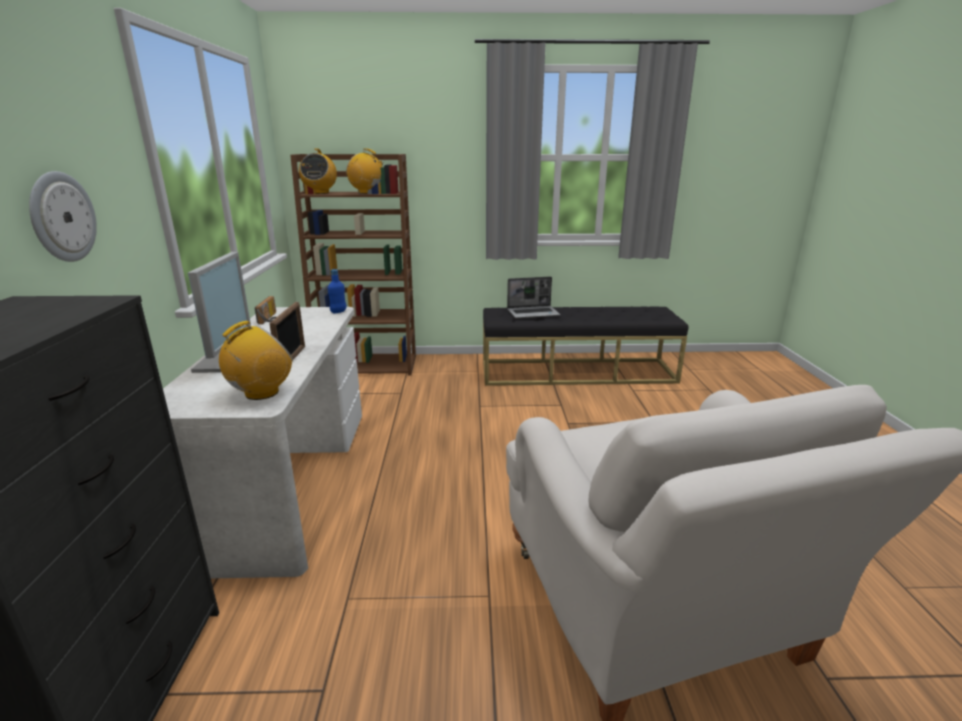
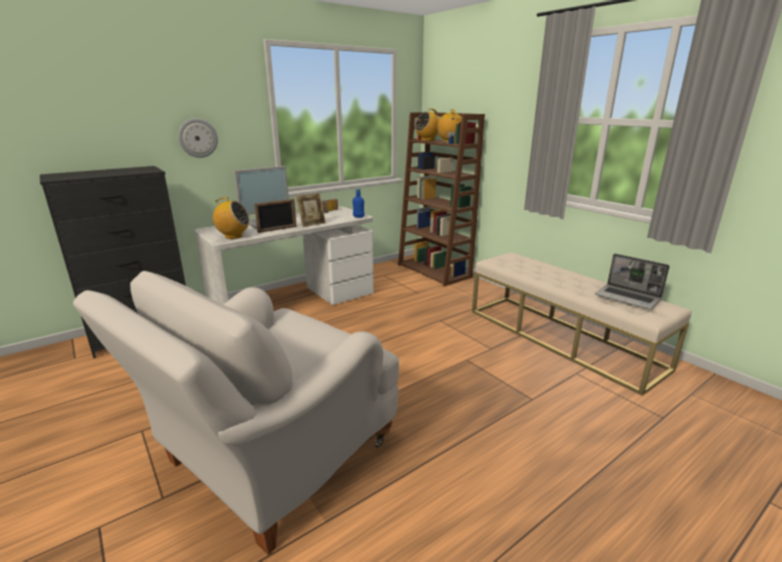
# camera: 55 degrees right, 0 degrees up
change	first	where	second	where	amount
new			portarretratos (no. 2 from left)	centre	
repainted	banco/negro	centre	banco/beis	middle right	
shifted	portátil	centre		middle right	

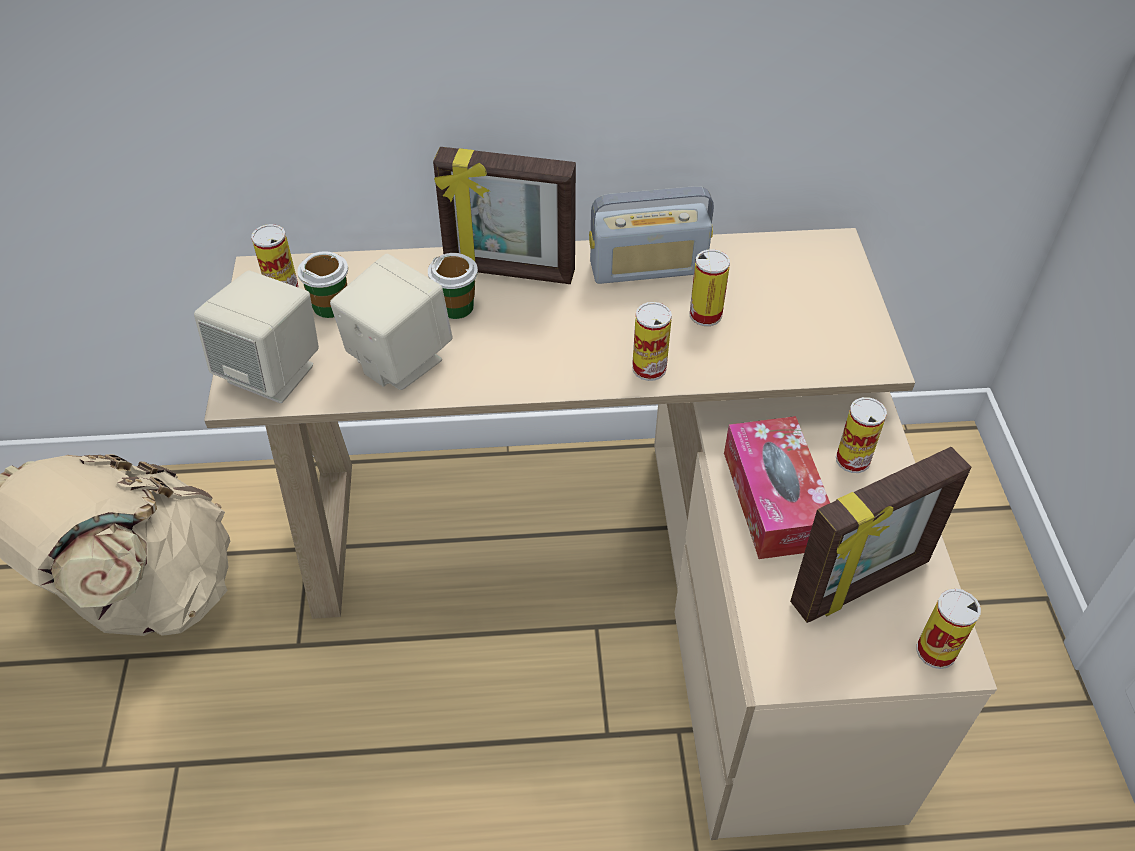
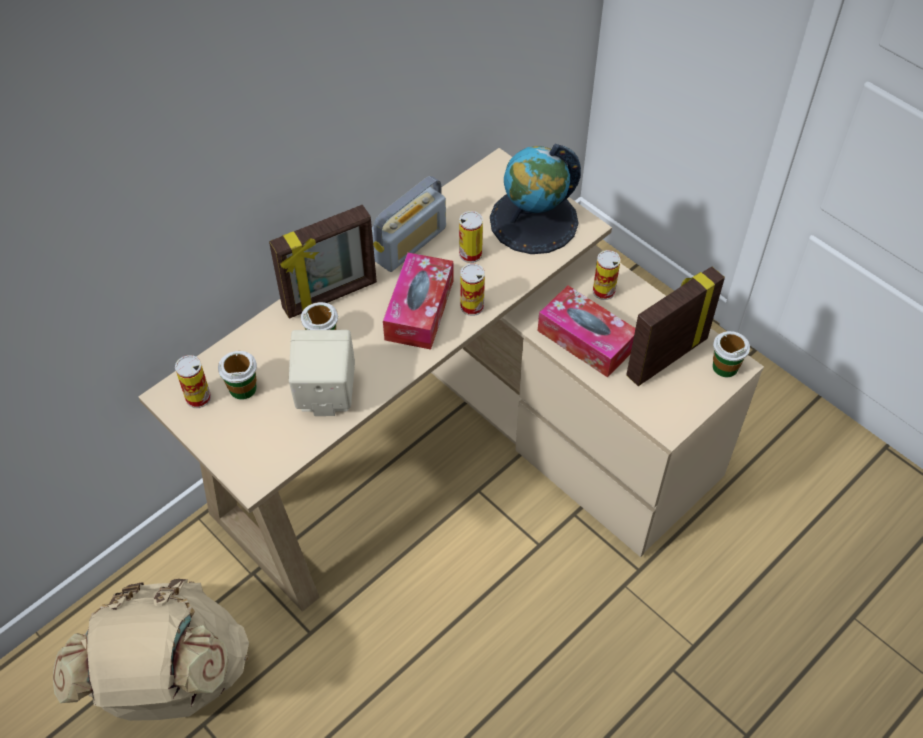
# camera: 40 degrees left, 5 degrees up
change	first	where	second	where	amount
new			caja de pañuelos (no. 1 from left)	centre	
new			globo terráqueo	top centre	
rotated	portarretratos (no. 2 from left)	middle right		middle right	150 degrees counterclockwise
swapped	lata (no. 5 from left)	bottom right	taza (no. 3 from left)	middle right	
gone	altavoz/beis (no. 1 from left)	middle left			

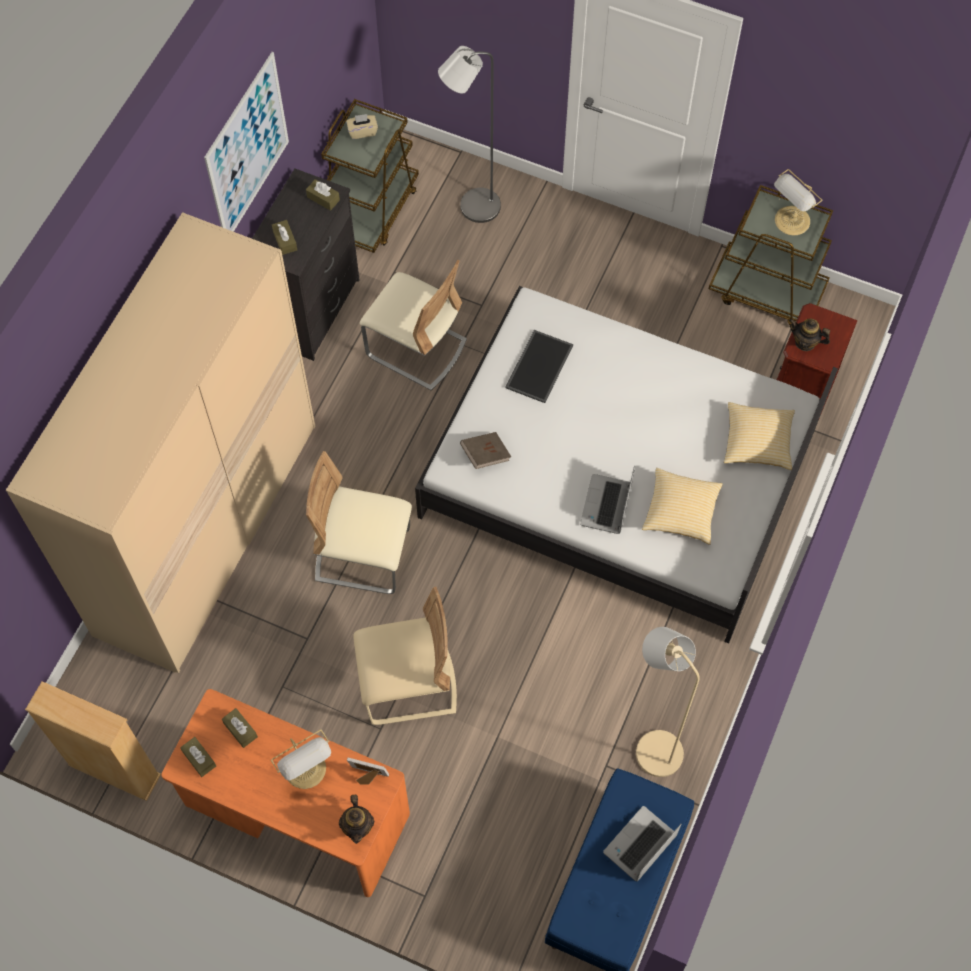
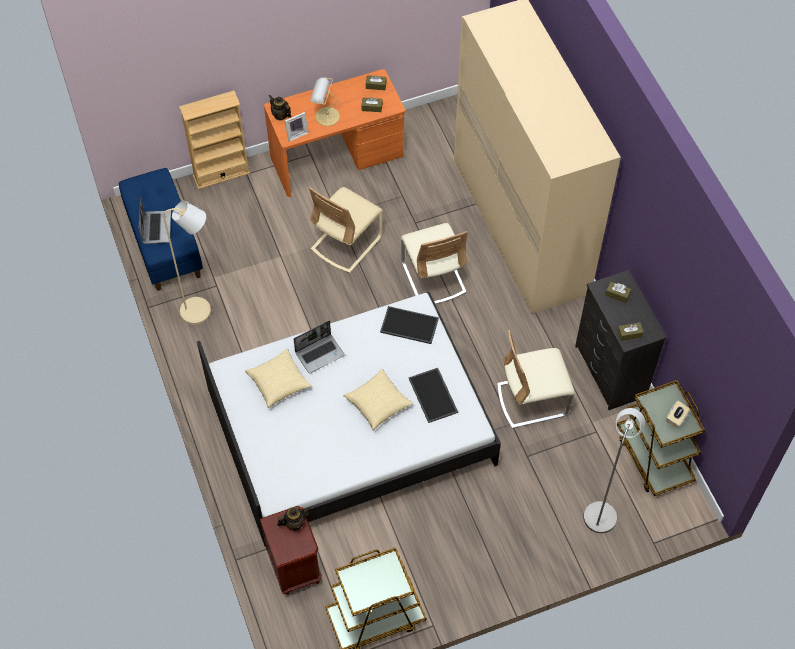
# camera: 135 degrees right, 5 degrees down
change	first	where	second	where	amount
shifted	estantería/beis	bottom left		top left	
rotated	portátil (no. 1 from left in the first image)	centre	portátil (no. 2 from left)	centre	90 degrees clockwise
shifted	cojín (no. 2 from left)	middle right		centre	
swapped	libro/marrón	centre	bandeja (no. 1 from left)	centre	
rotated	silla/beis (no. 1 from left in the first image)	centre	silla/beis (no. 2 from left)	centre	105 degrees clockwise
gone	cuadro	top left			
gone	lámpara de mesa (no. 2 from left)	top right			

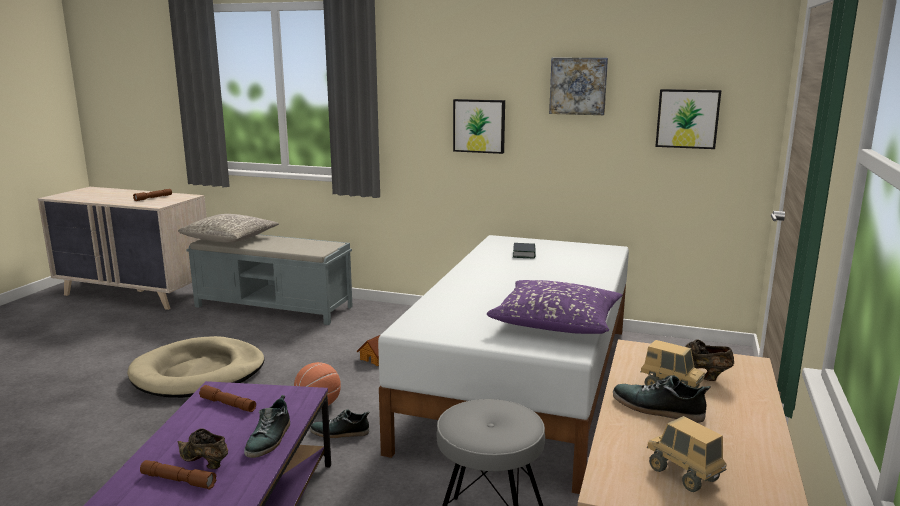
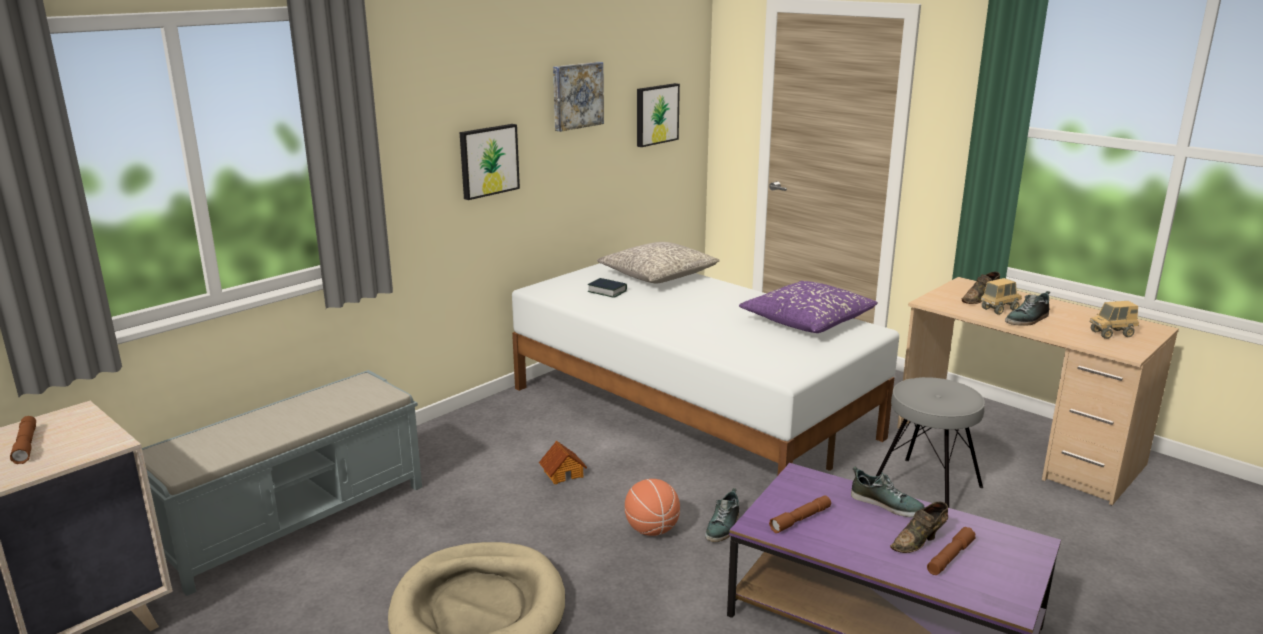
# camera: 65 degrees left, 5 degrees up
change	first	where	second	where	amount
shifted	cojín/gris	middle left		centre	

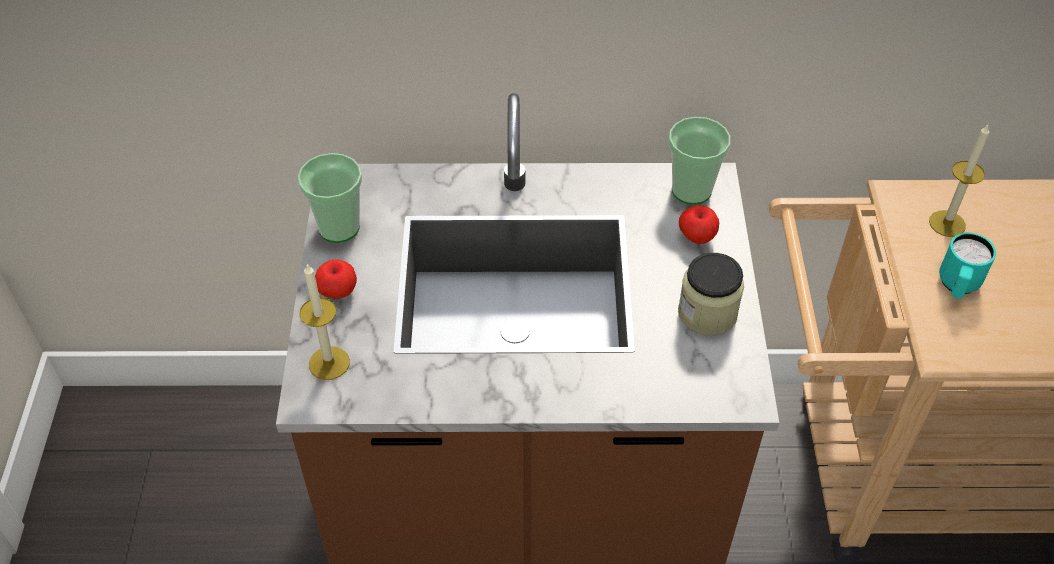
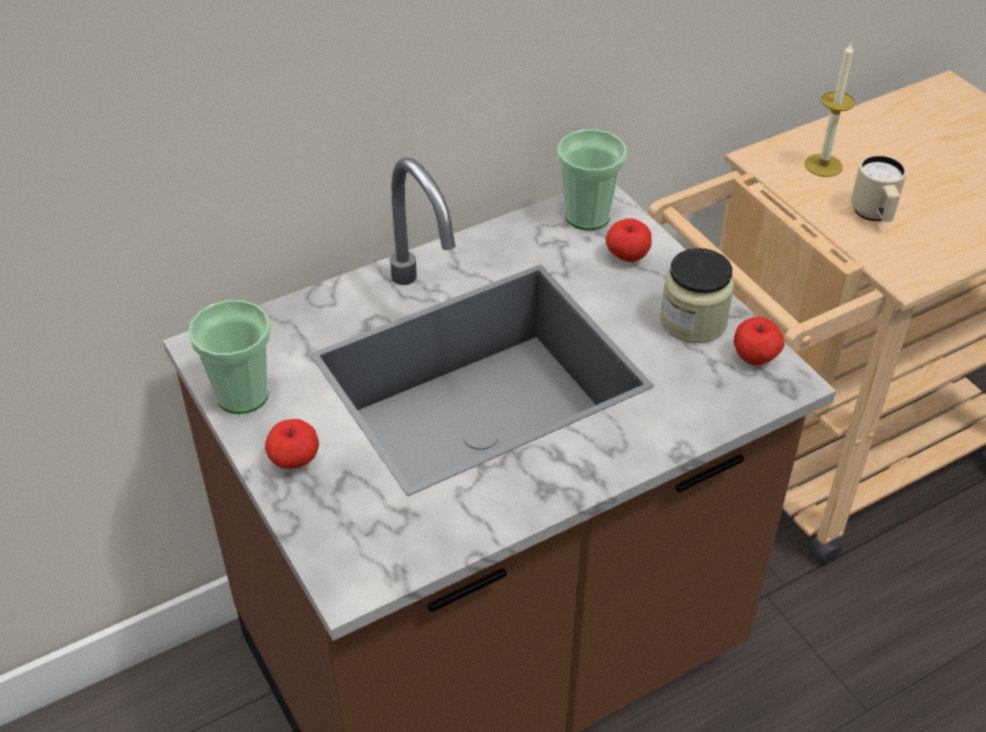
# camera: 30 degrees left, 5 degrees down
change	first	where	second	where	amount
new			manzana (no. 3 from left)	middle right	
repainted	taza grande/turquesa	middle right	taza grande/beis	top right	
gone	vela (no. 1 from left)	middle left			

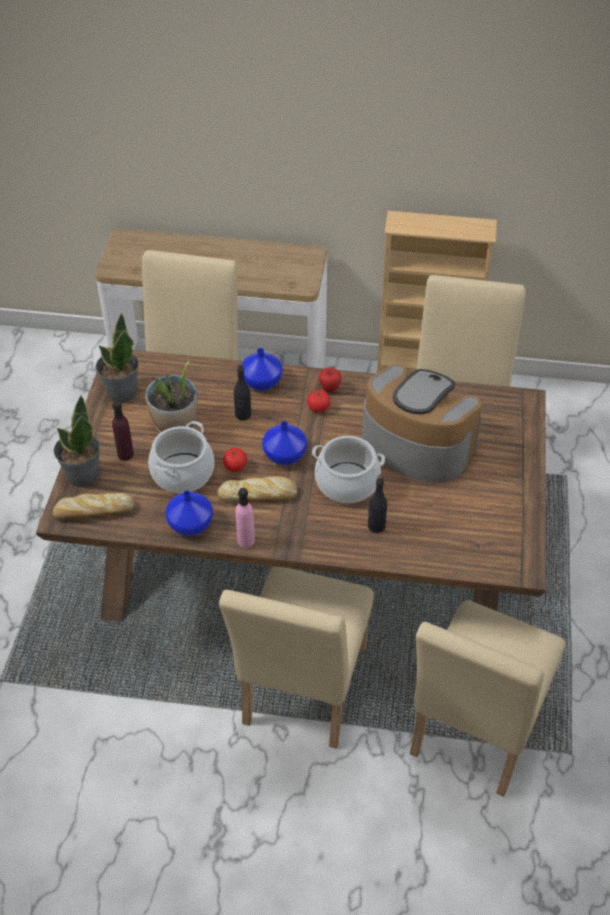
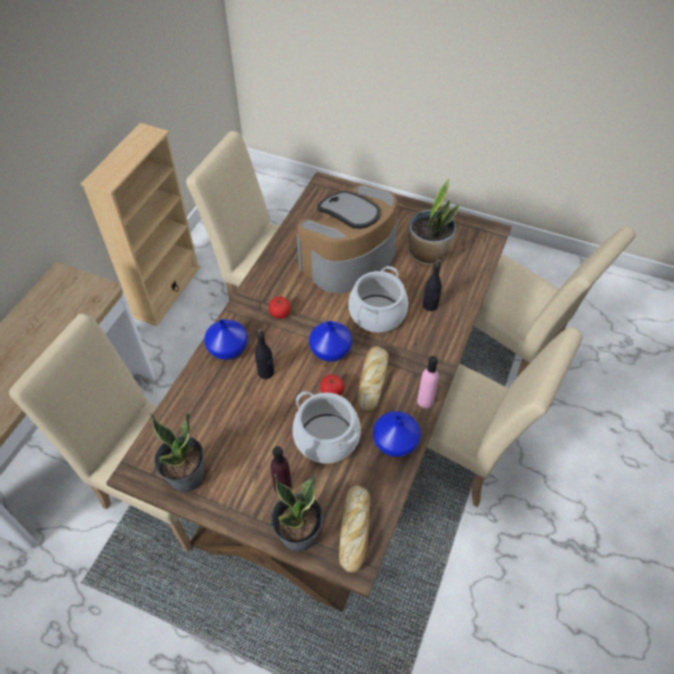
# camera: 75 degrees left, 5 degrees up
change	first	where	second	where	amount
shifted	planta en maceta (no. 3 from left)	middle left		top centre	
gone	manzana	centre			

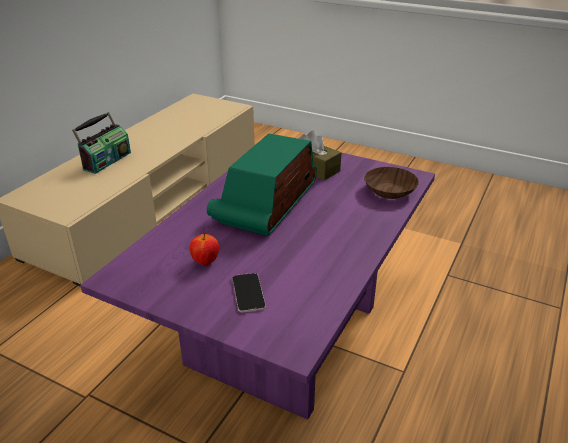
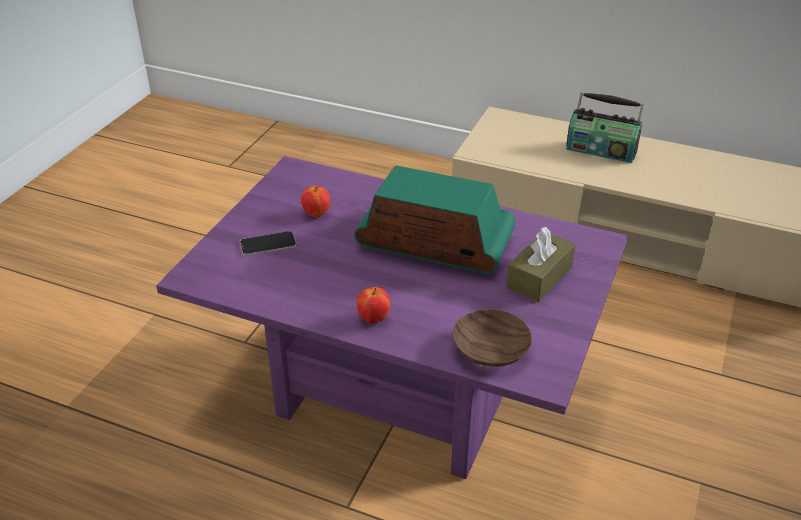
# camera: 85 degrees right, 5 degrees up
change	first	where	second	where	amount
new			manzana (no. 2 from left)	centre	

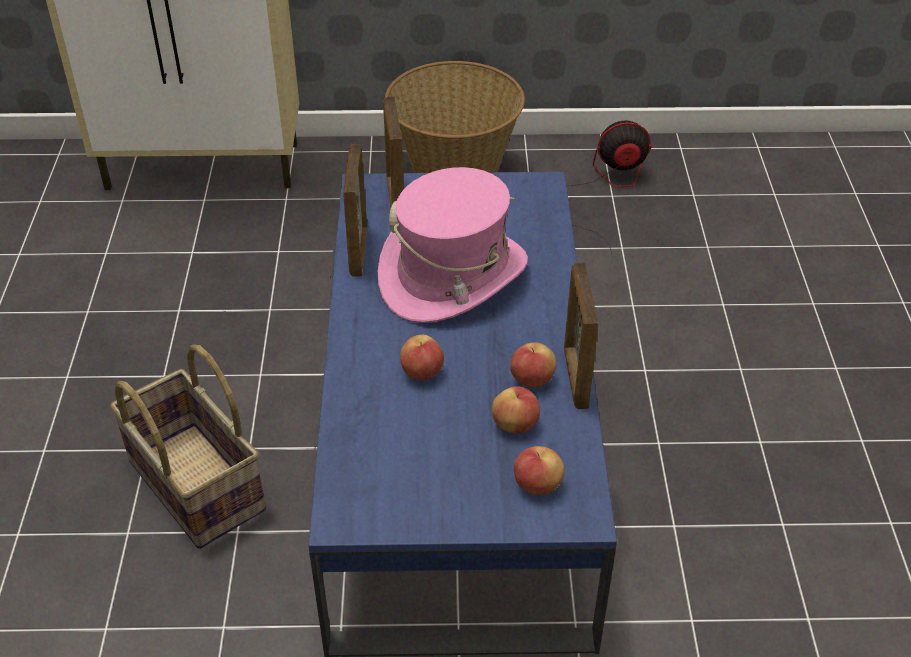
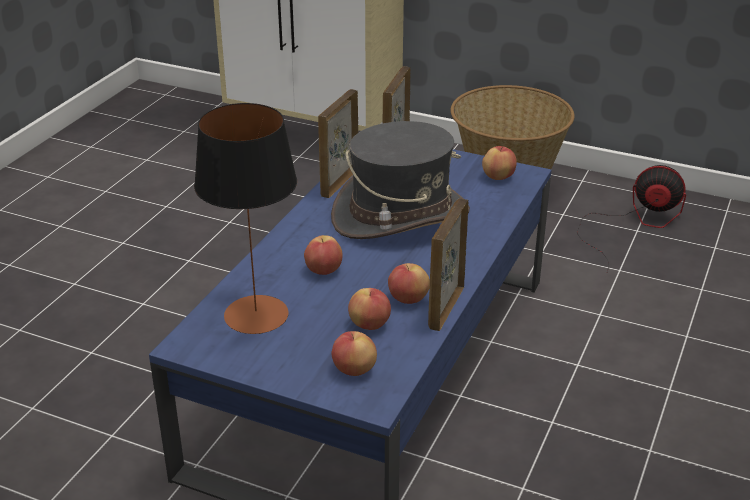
# camera: 25 degrees right, 10 degrees down
change	first	where	second	where	amount
new			lámpara de mesa	middle left	
repainted	sombrero/rosa	centre	sombrero/gris	centre	
new			manzana (no. 5 from left)	top centre	
gone	cesta (no. 1 from left)	bottom left			

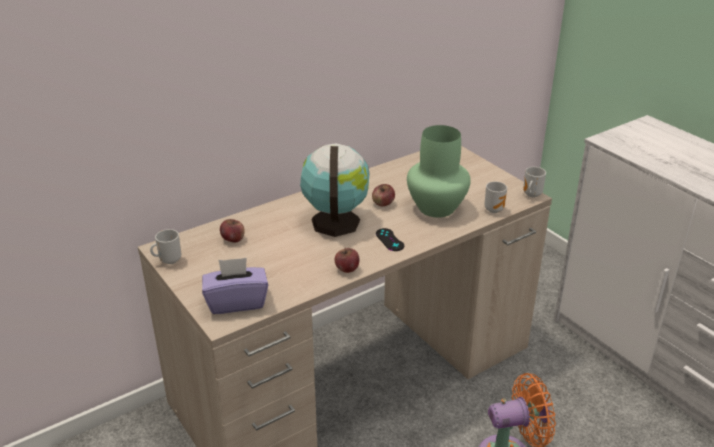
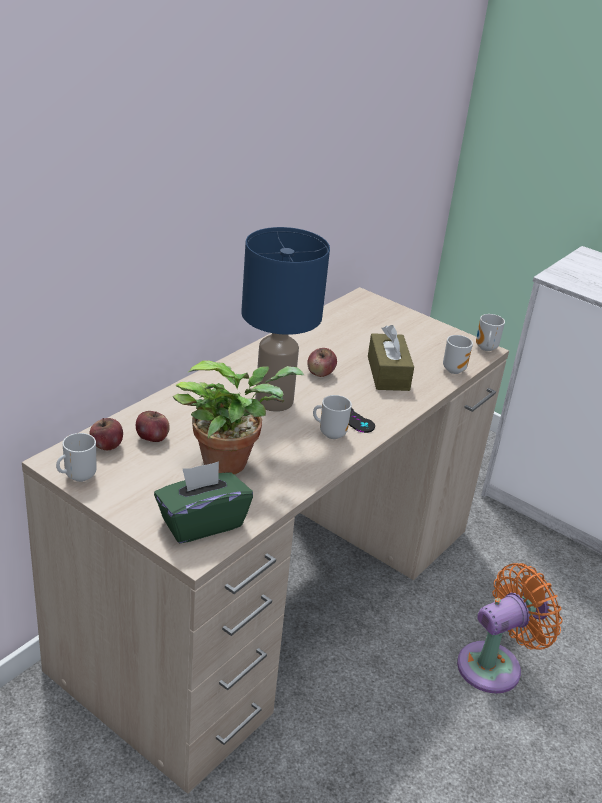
# camera: 20 degrees left, 0 degrees up
change	first	where	second	where	amount
shifted	manzana (no. 2 from left in the first image)	centre	manzana (no. 1 from left)	middle left	
repainted	caja de pañuelos/morado	middle left	caja de pañuelos/verde	centre	
new			planta en maceta	centre	
swapped	globo terráqueo	centre	lámpara de mesa/azul	centre	
new			taza grande (no. 2 from left)	centre	
swapped	florero/verde	centre	caja de pañuelos/marrón	centre	

